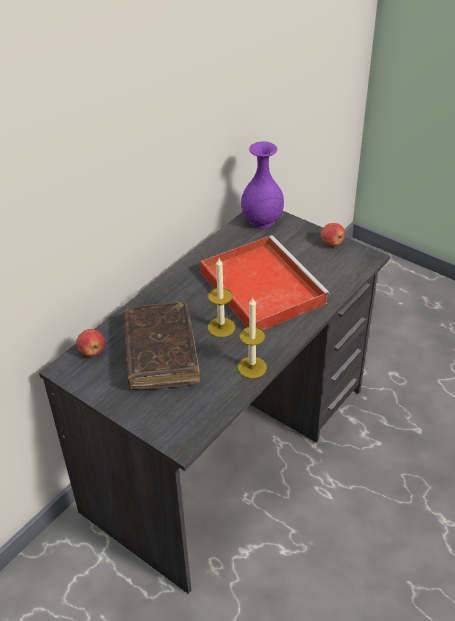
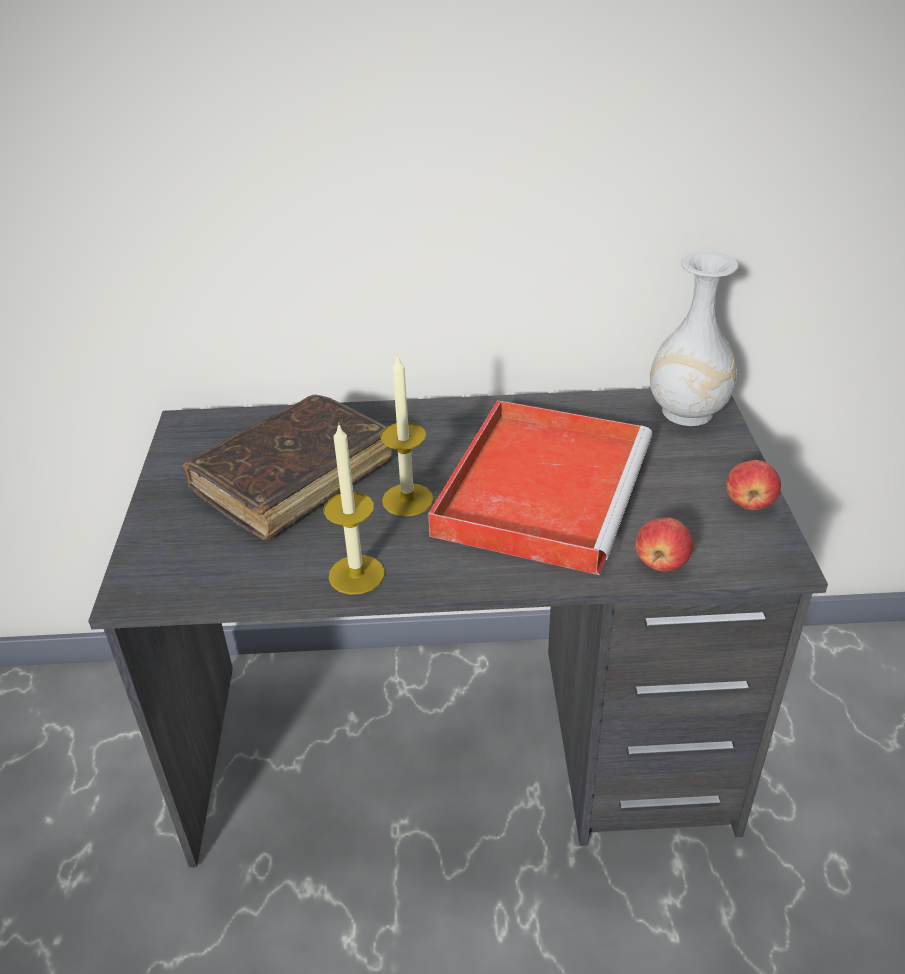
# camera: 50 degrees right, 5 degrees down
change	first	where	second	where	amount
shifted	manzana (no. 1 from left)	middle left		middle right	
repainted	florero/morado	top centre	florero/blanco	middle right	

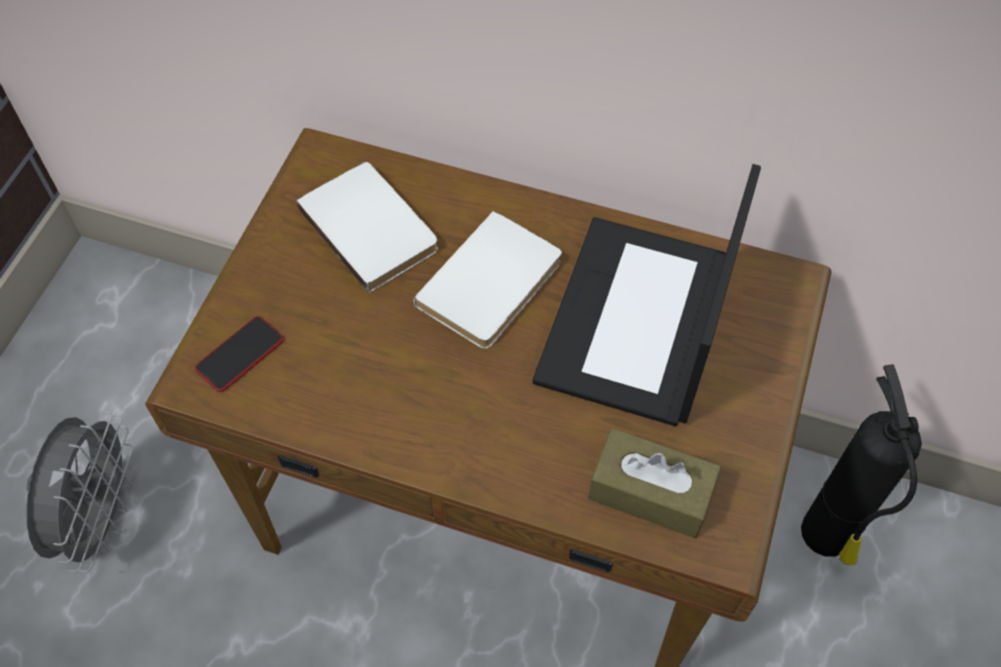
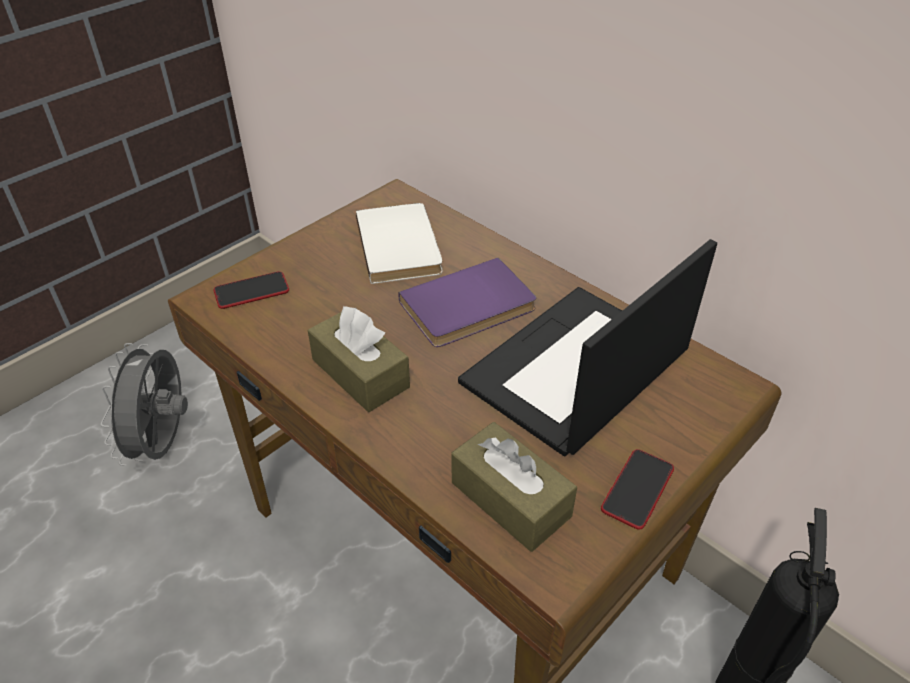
# camera: 25 degrees right, 15 degrees down
change	first	where	second	where	amount
rotated	ventilador/gris	bottom left		middle left	150 degrees clockwise
new			caja de pañuelos/marrón (no. 1 from left)	centre	
repainted	libro/blanco (no. 2 from left)	centre	libro/morado	centre	
new			móvil (no. 2 from left)	bottom right	

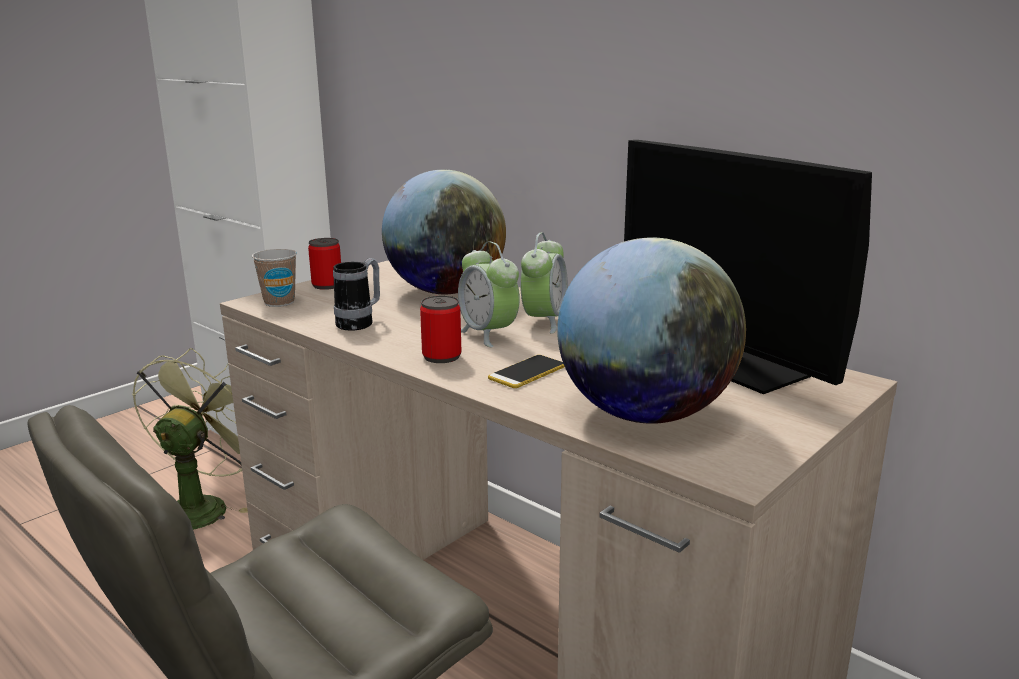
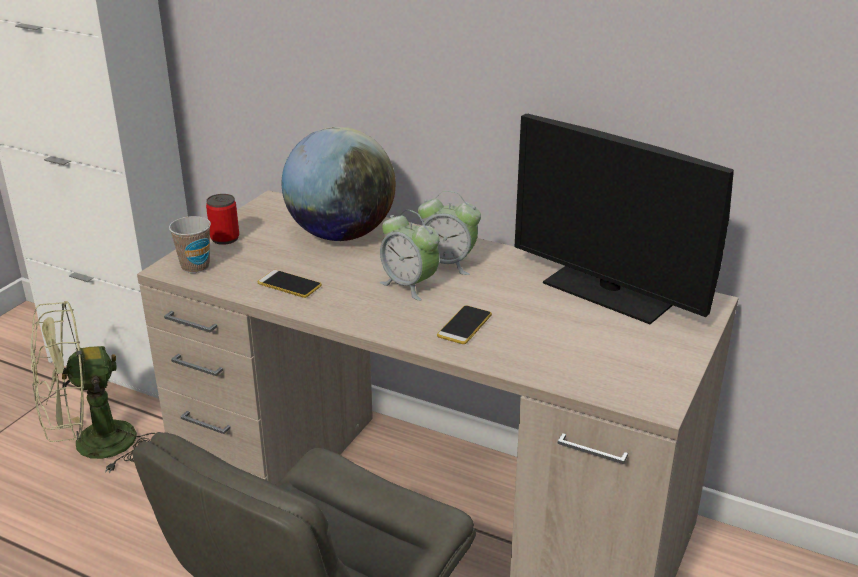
# camera: 15 degrees left, 10 degrees up
change	first	where	second	where	amount
rotated	ventilador/verde	middle left		bottom left	120 degrees counterclockwise
swapped	taza grande	centre	móvil (no. 1 from left)	centre	
rotated	despertador (no. 2 from left)	centre		centre	105 degrees clockwise
gone	lata (no. 2 from left)	centre			
gone	globo terráqueo (no. 2 from left)	centre			

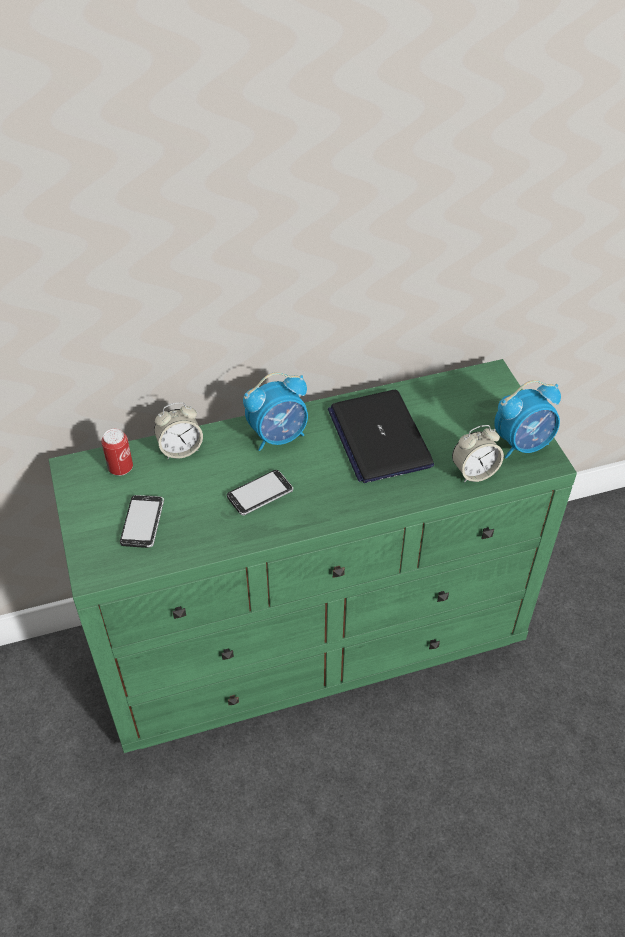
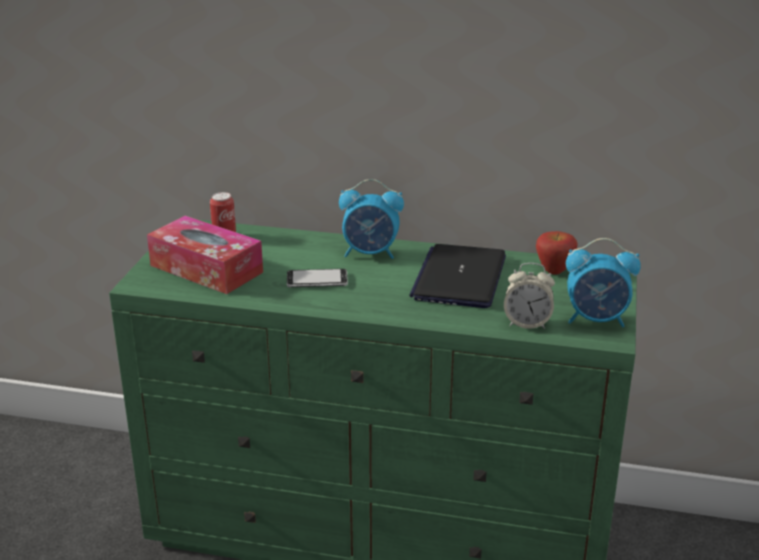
# camera: 30 degrees right, 20 degrees down
change	first	where	second	where	amount
swapped	móvil (no. 1 from left)	middle left	caja de pañuelos	middle left	
new			manzana	middle right	
gone	despertador (no. 1 from left)	middle left			

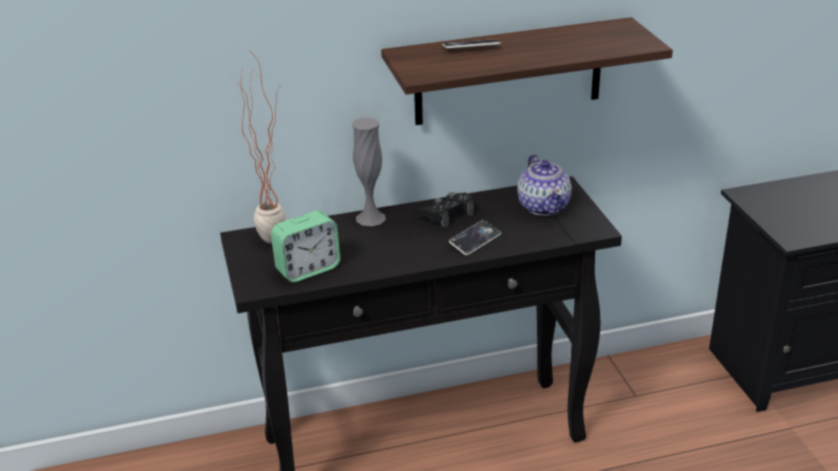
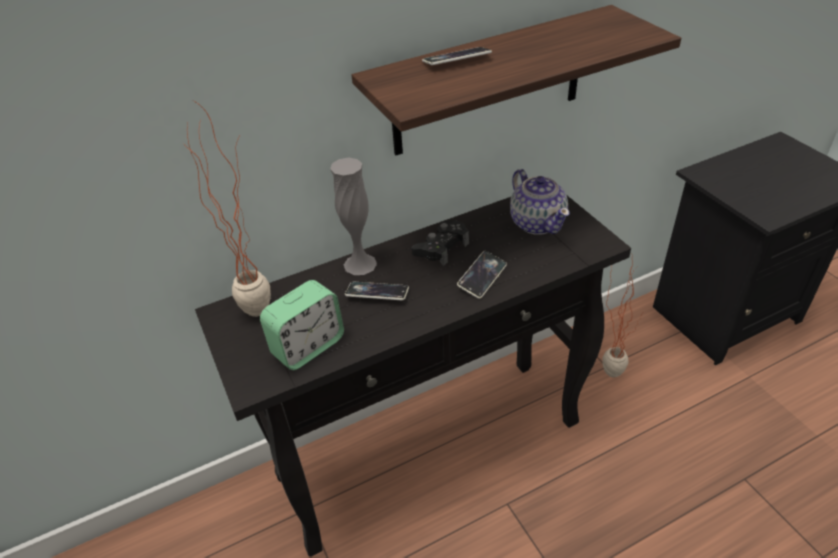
# camera: 10 degrees left, 10 degrees up
change	first	where	second	where	amount
new			móvil (no. 1 from left)	centre	
new			planta en maceta (no. 2 from left)	middle right	

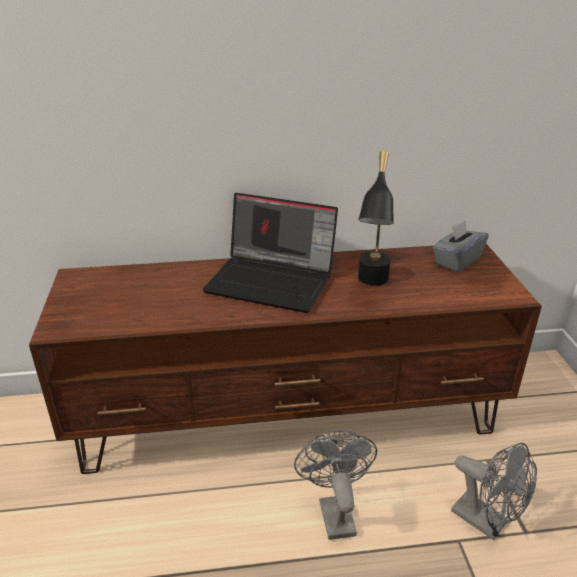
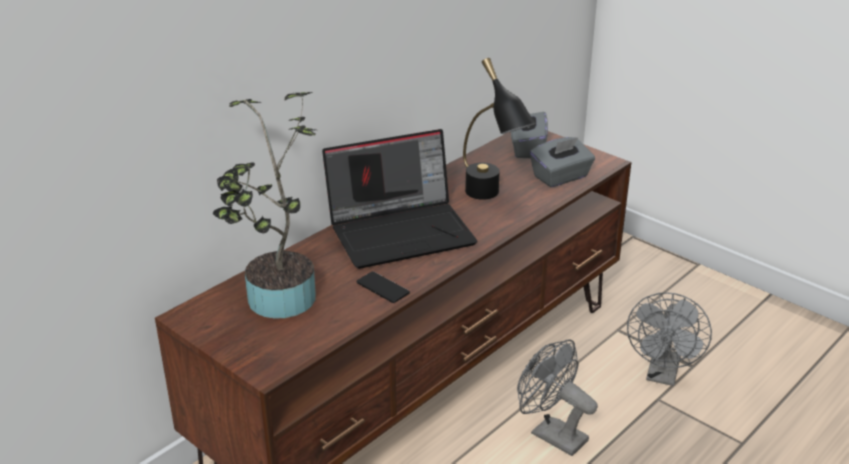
# camera: 40 degrees left, 0 degrees up
change	first	where	second	where	amount
new			planta en maceta	middle left	
new			móvil	centre	
new			caja de pañuelos/gris (no. 2 from left)	centre	
rotated	ventilador/gris (no. 2 from left)	bottom right		bottom right	105 degrees clockwise

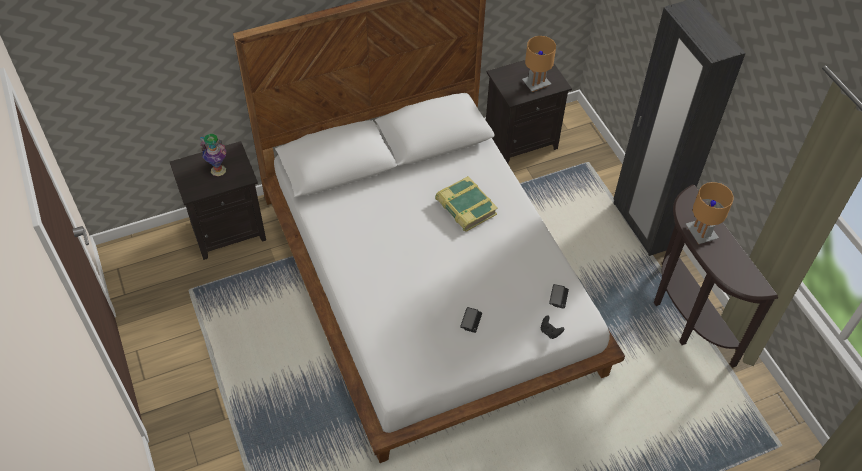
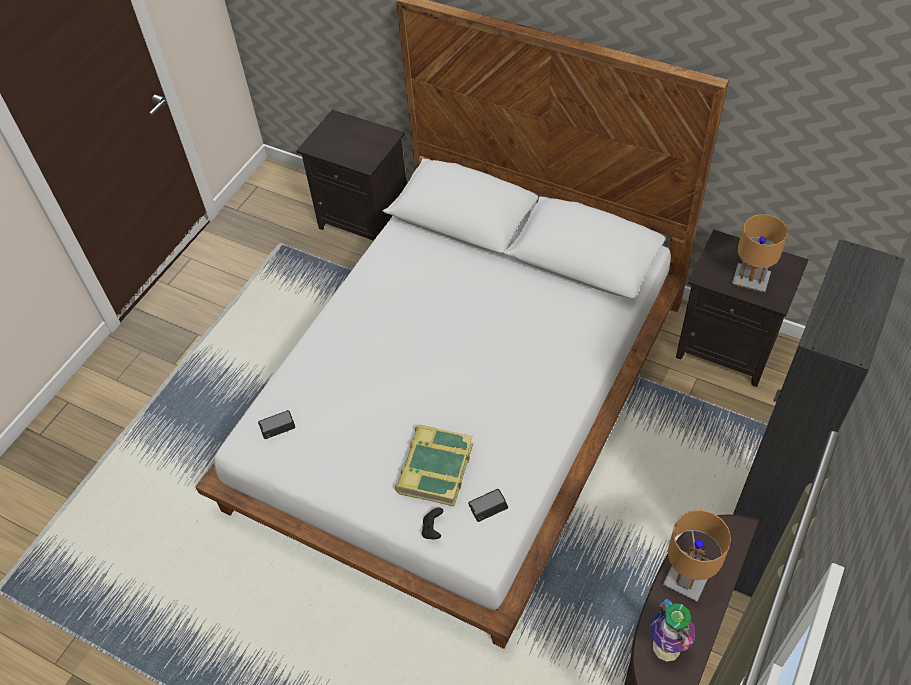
# camera: 55 degrees right, 0 degrees up
change	first	where	second	where	amount
shifted	móvil (no. 1 from left)	bottom centre		middle left	
shifted	libro	centre		bottom centre	
shifted	florero	top left		bottom right	

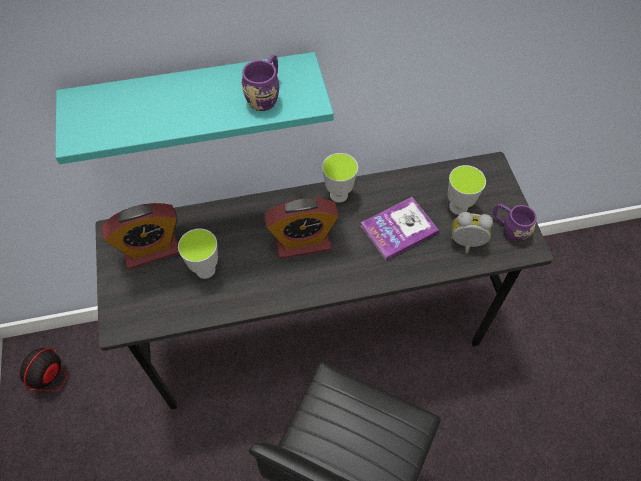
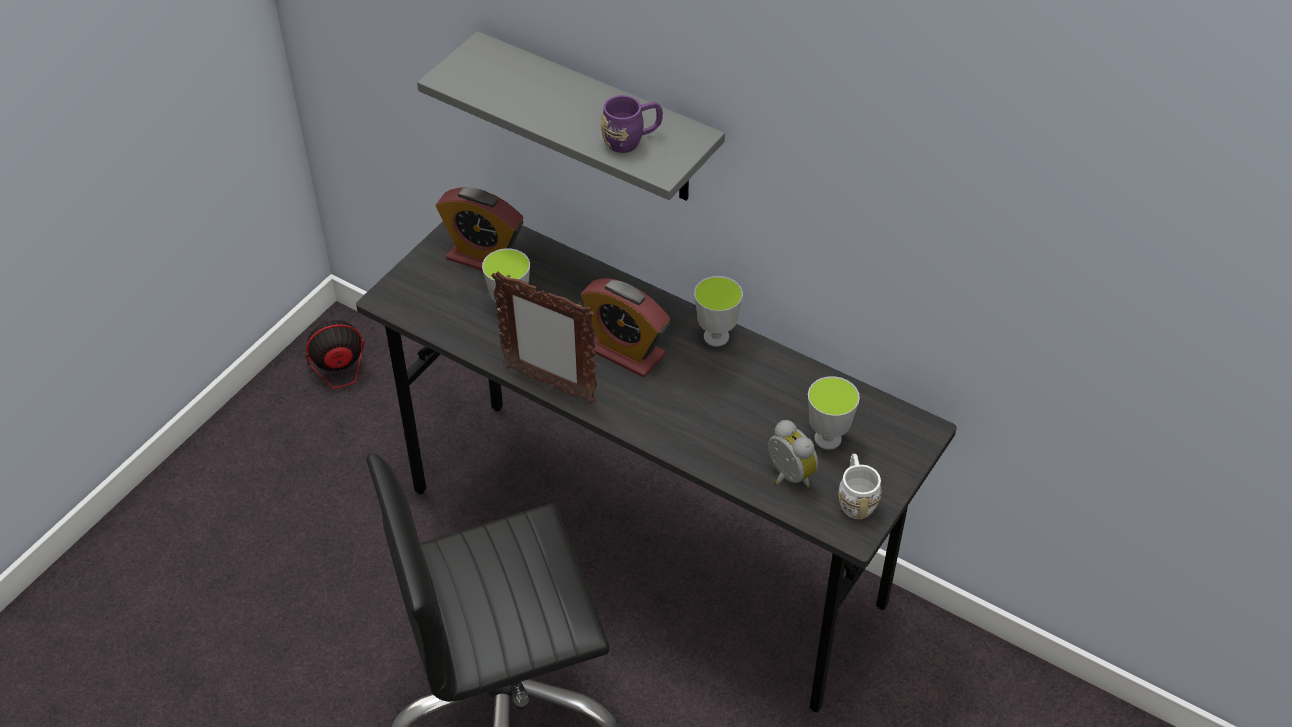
# camera: 45 degrees right, 10 degrees down
change	first	where	second	where	amount
repainted	estante/turquesa	top left	estante/gris	top centre	
new			portarretratos	centre	
repainted	taza grande/morado (no. 2 from left)	middle right	taza grande/blanco	bottom centre	
gone	libro	centre			

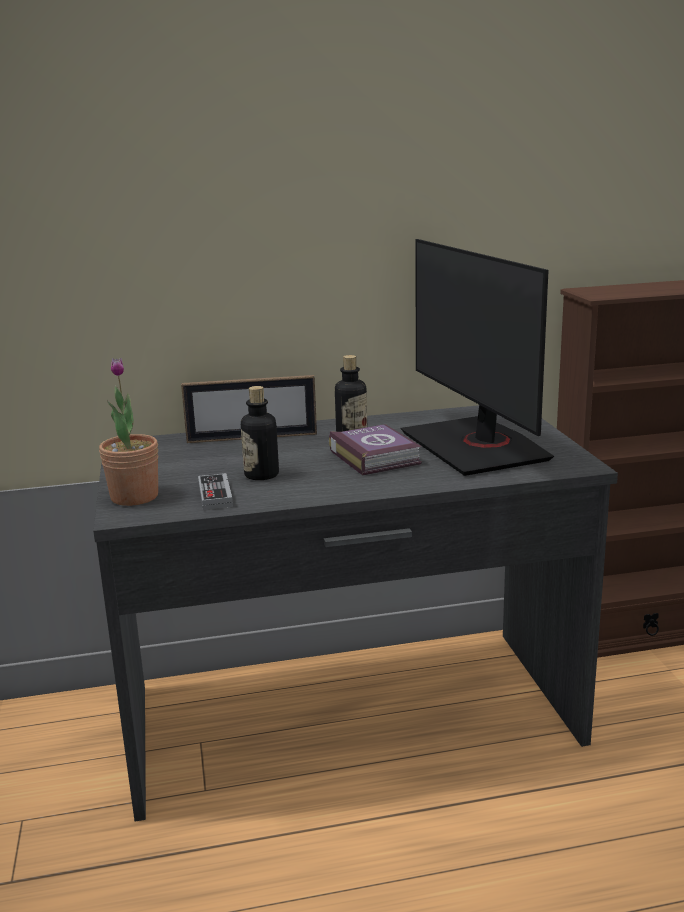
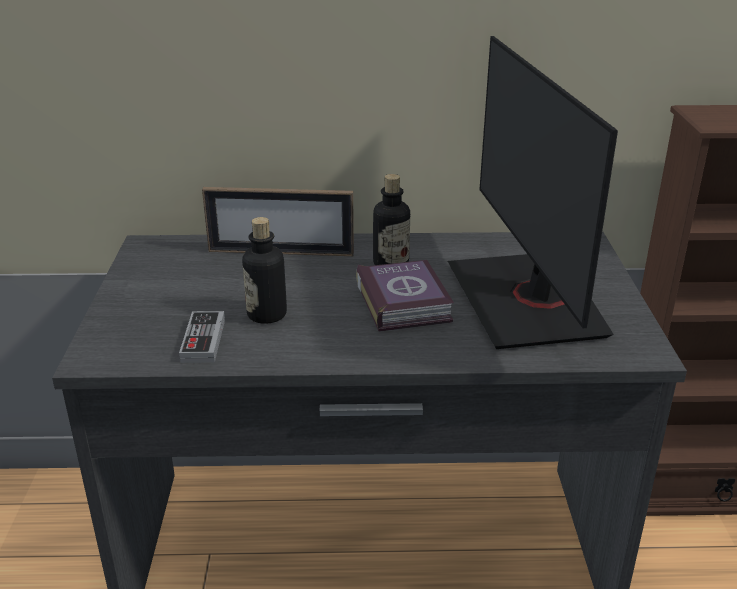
# camera: 10 degrees right, 10 degrees up
change	first	where	second	where	amount
gone	planta en maceta	middle left			

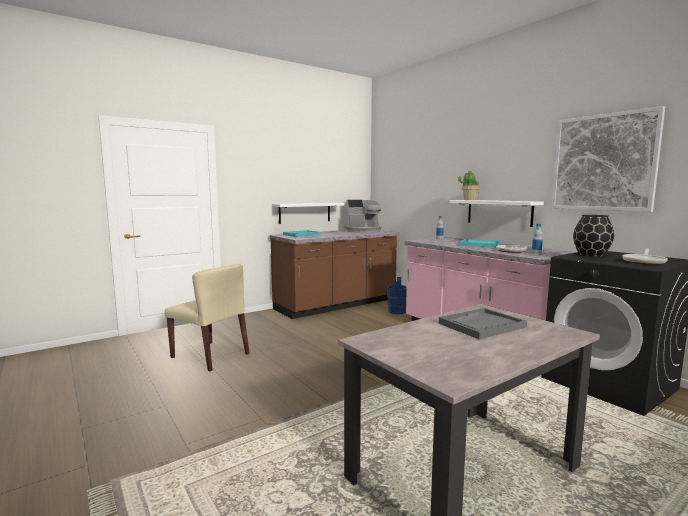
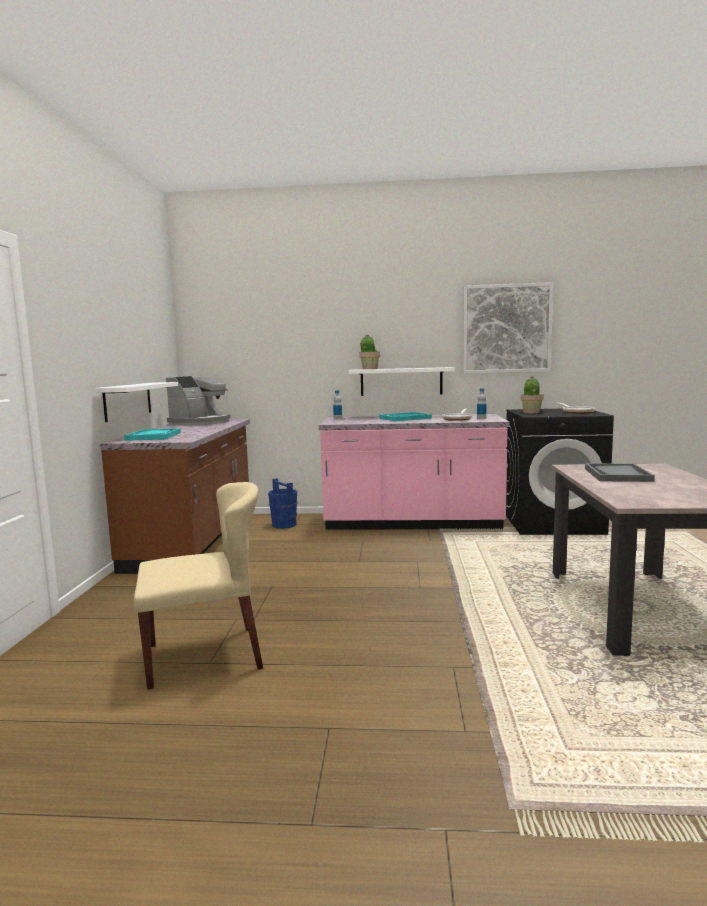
# camera: 50 degrees left, 0 degrees up
change	first	where	second	where	amount
swapped	florero/negro	middle right	planta en maceta (no. 2 from left)	middle right	

